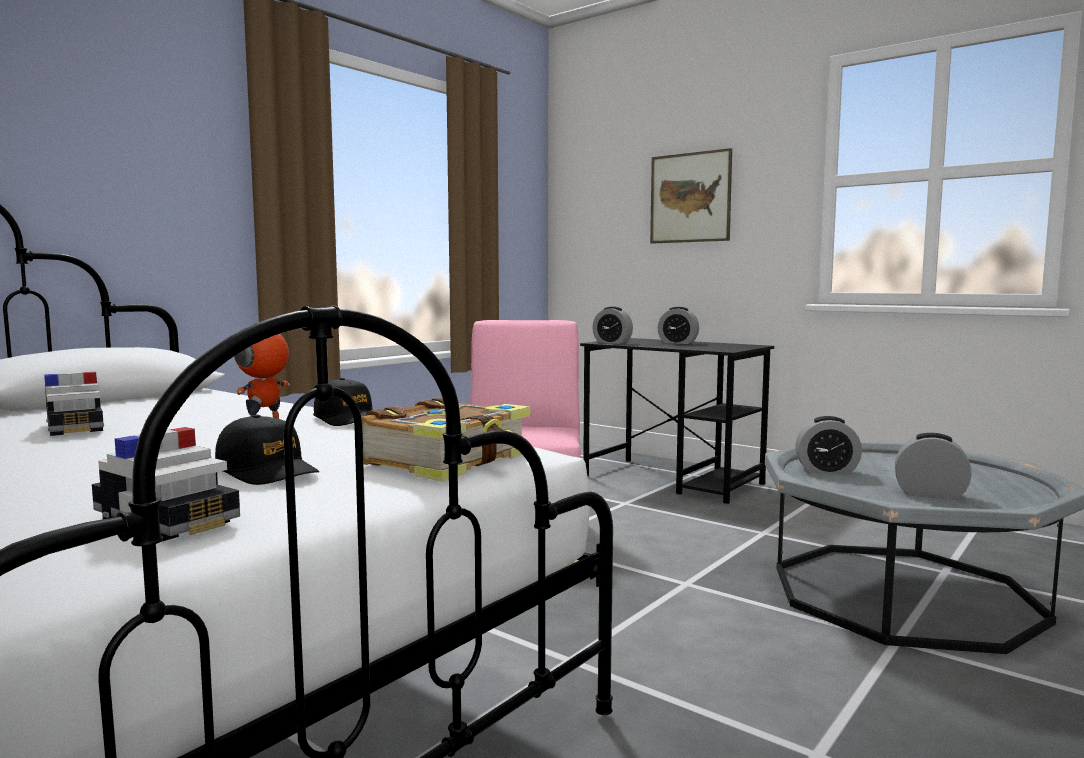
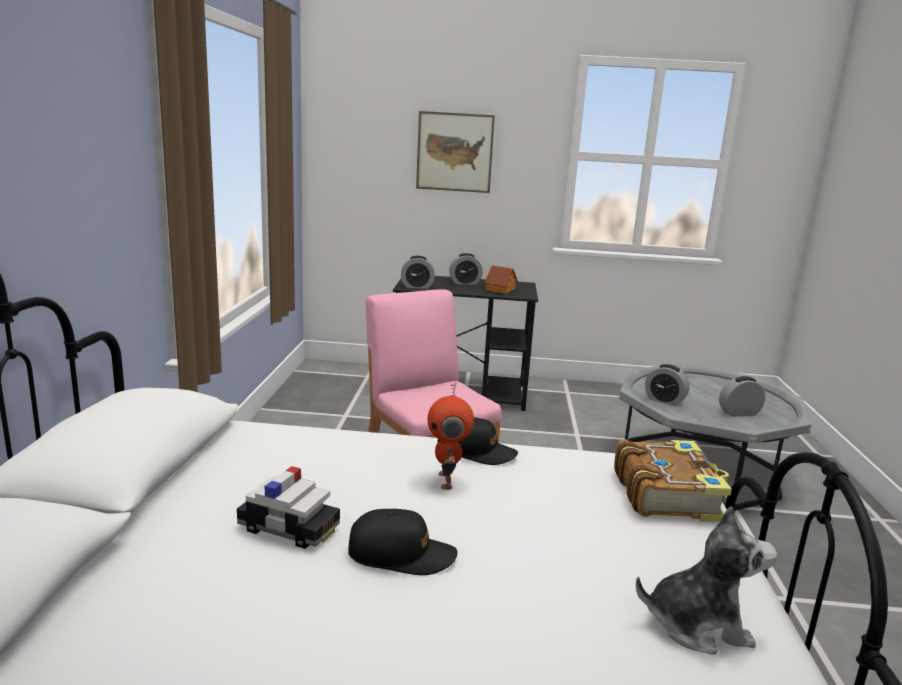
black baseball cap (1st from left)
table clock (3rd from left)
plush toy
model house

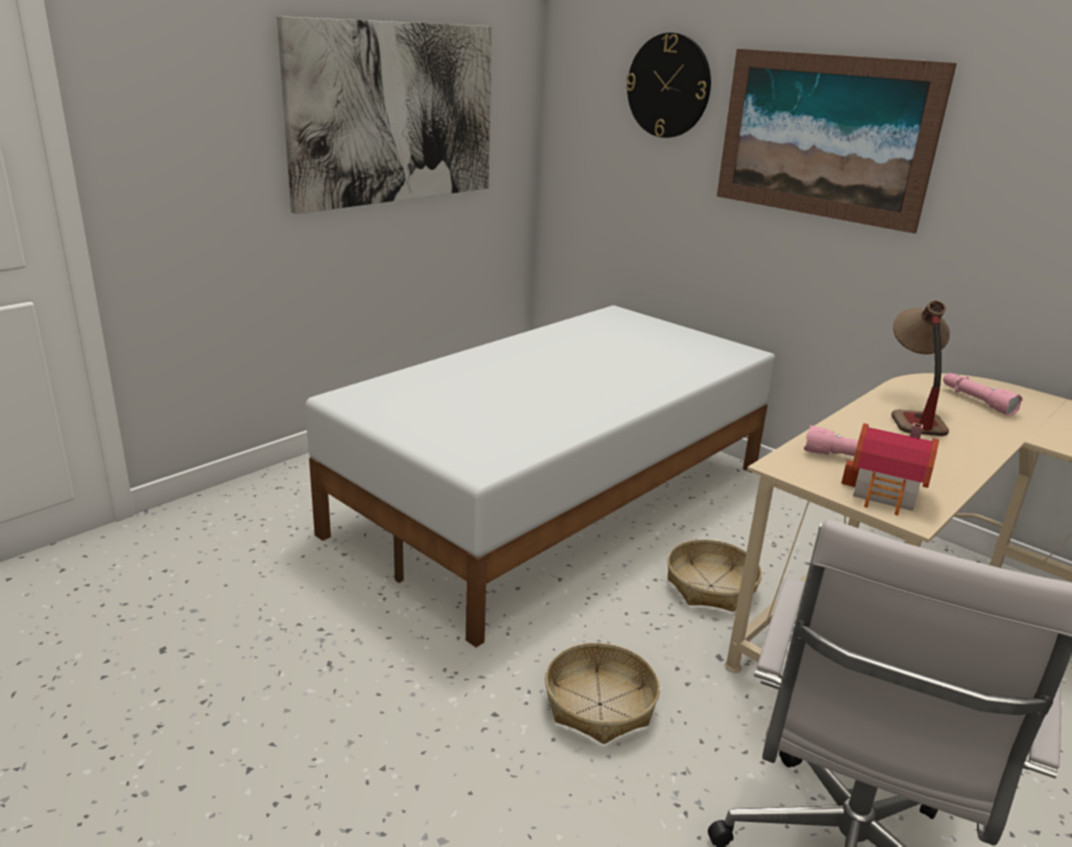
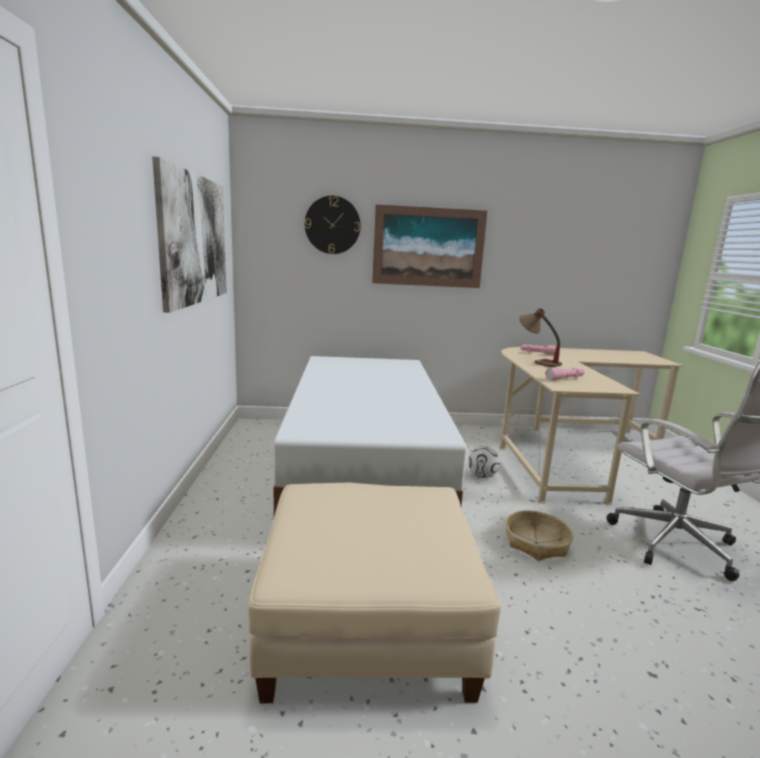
model house
football ball
beige ottoman

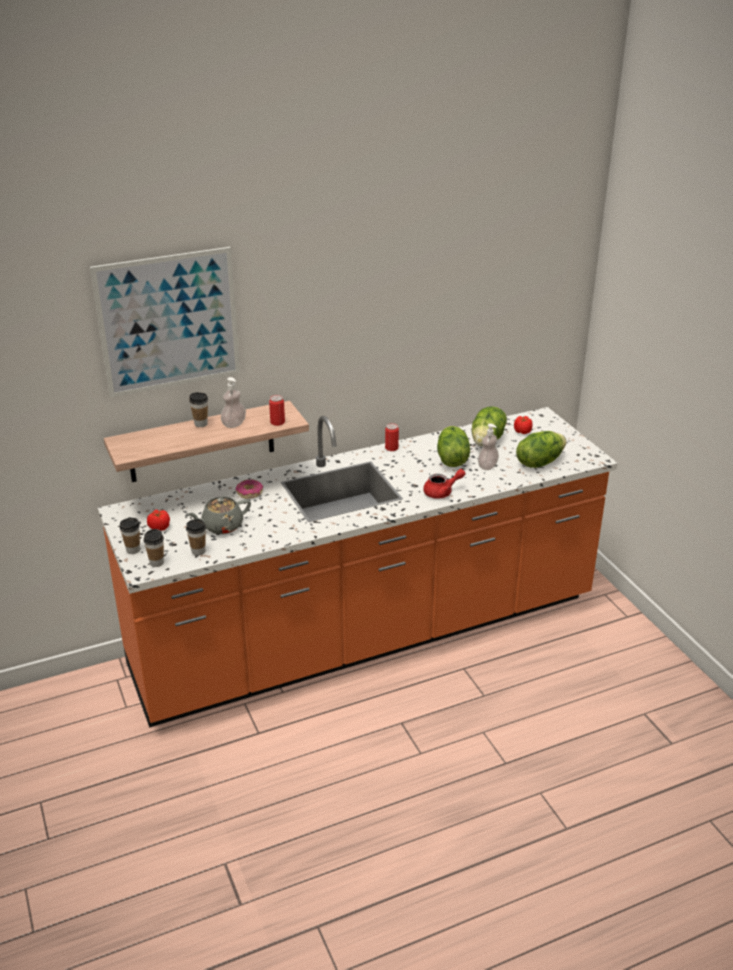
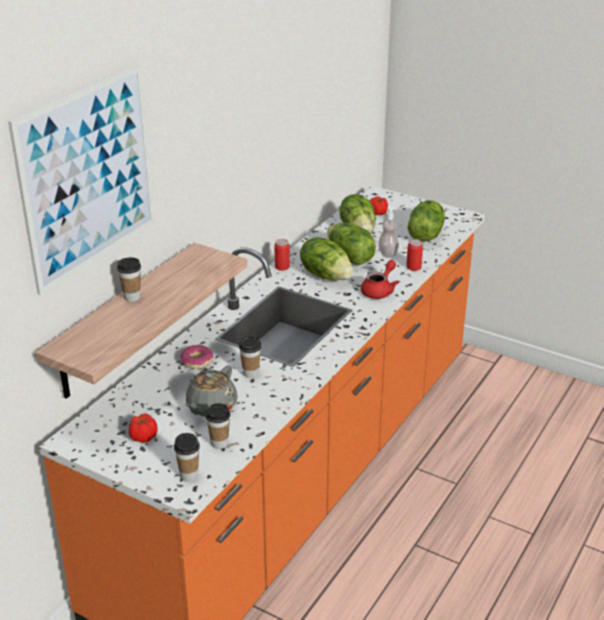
soap bottle (1st from left in the first image)
can (2nd from left)
small cup (4th from left)
lettuce head (1st from left)

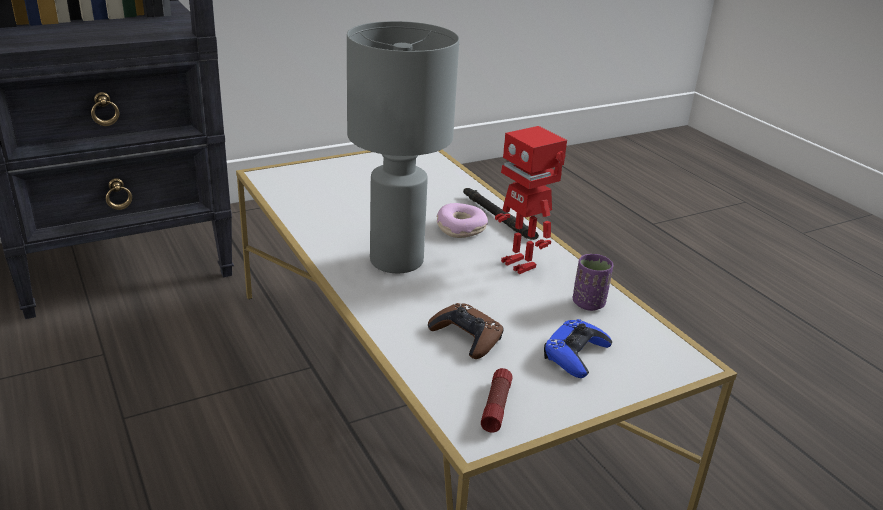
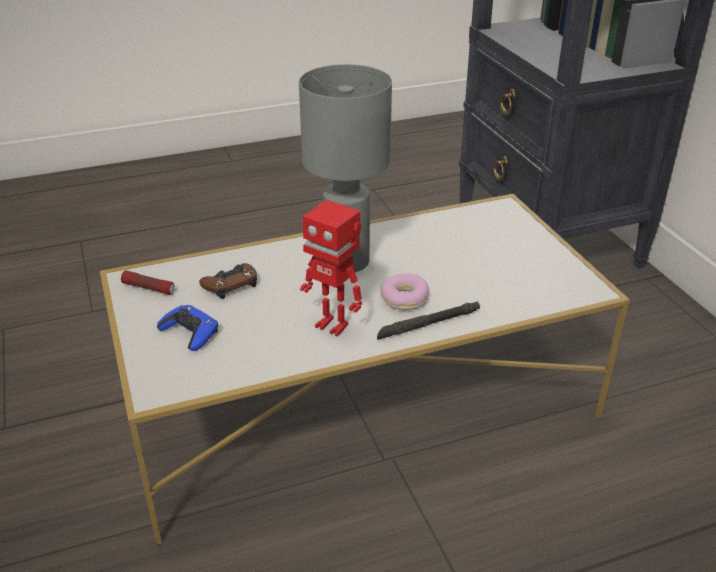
toy robot
purple small cup

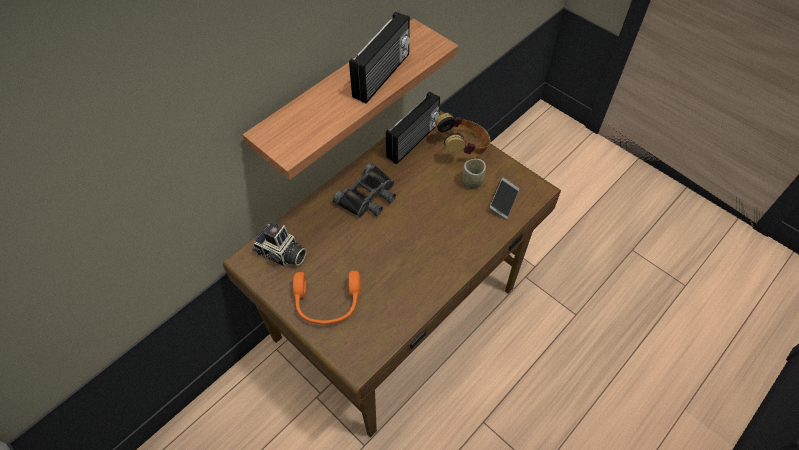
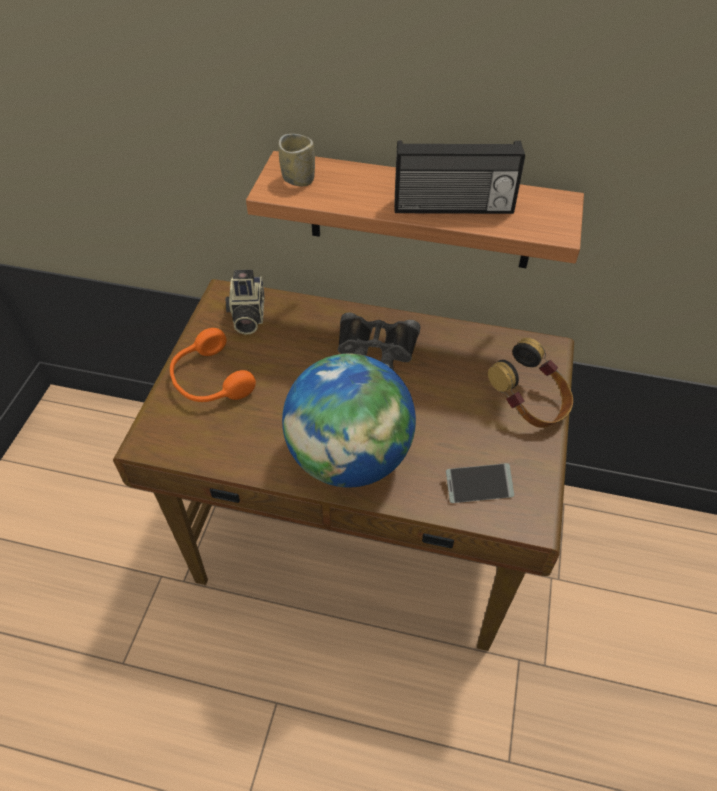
radio receiver (2nd from left in the first image)
small cup
world globe

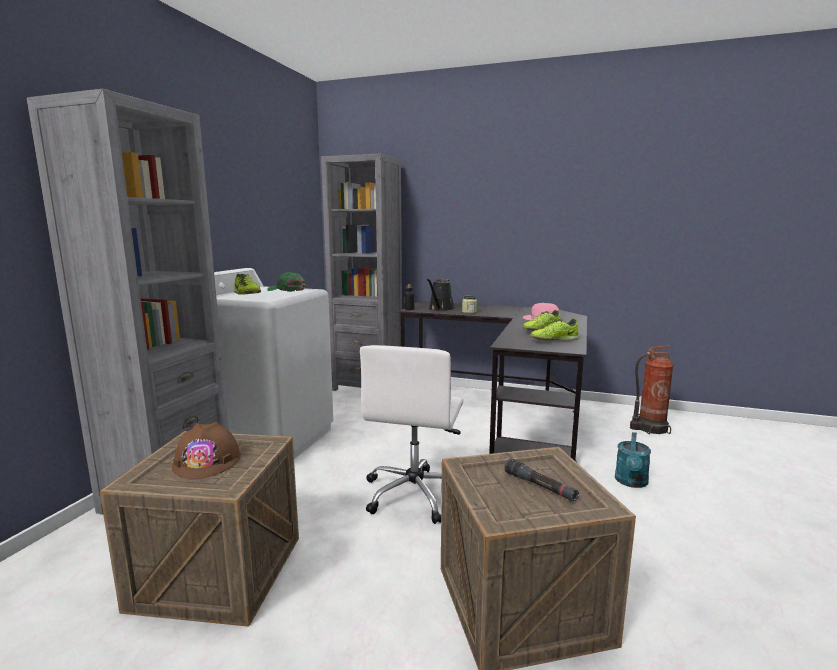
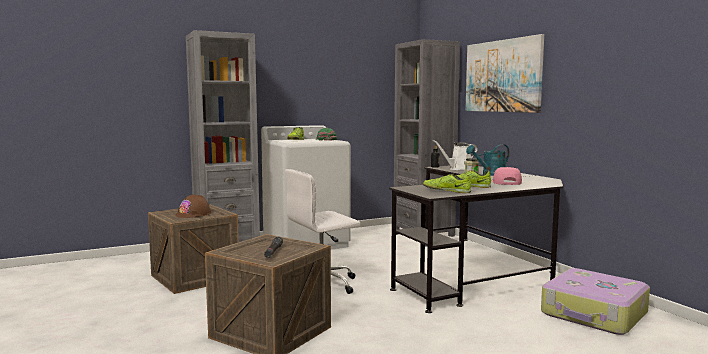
white sprinkling can
travel case
turquoise sprinkling can
picture

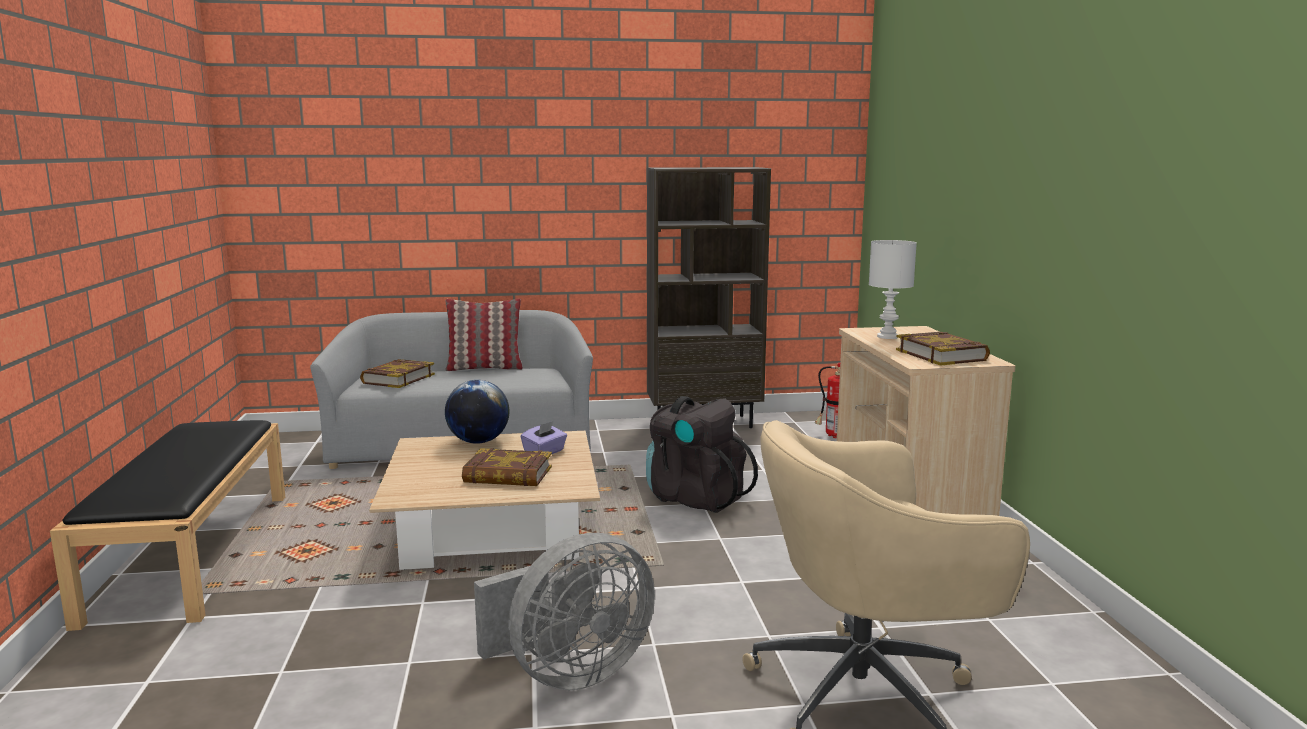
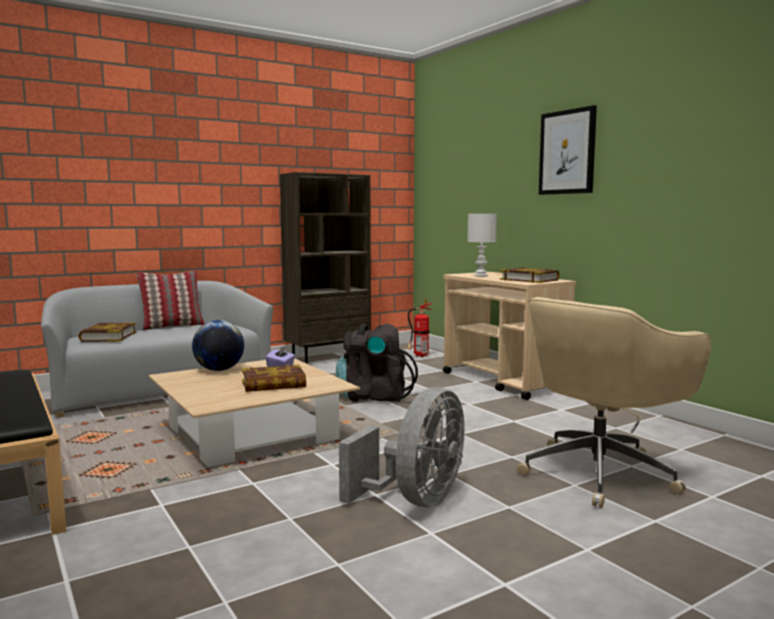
picture

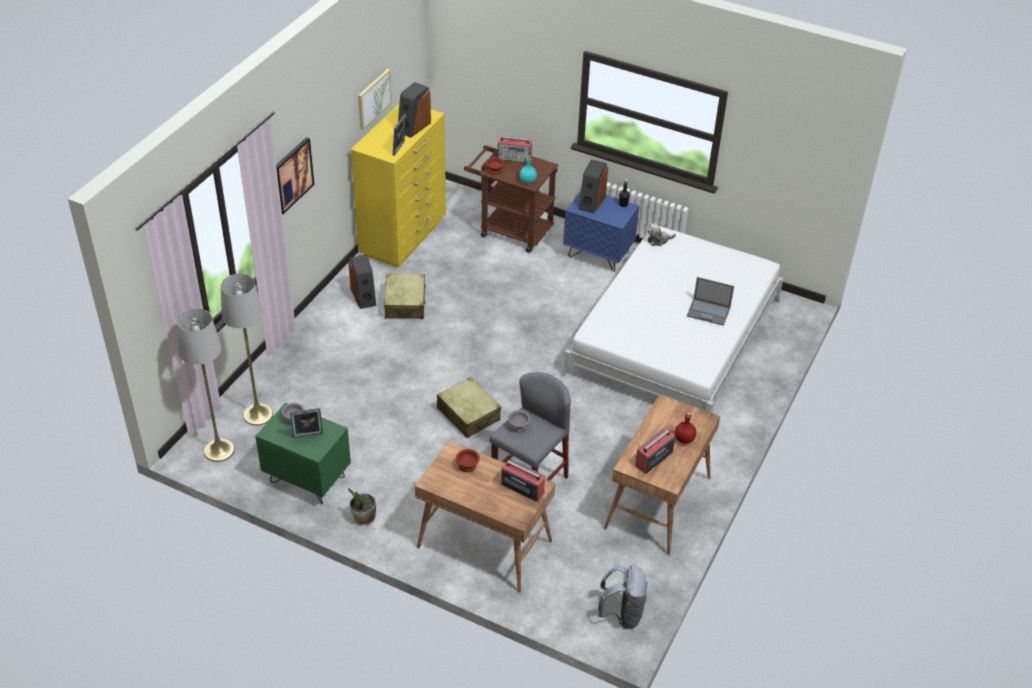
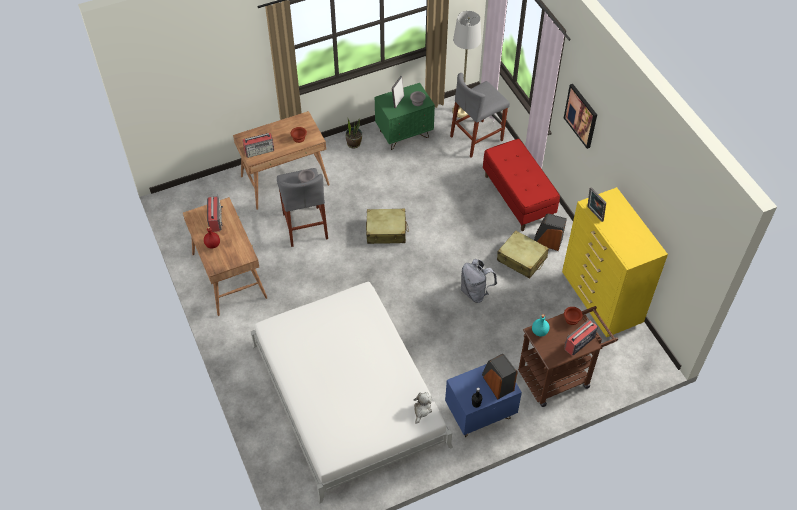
picture (2nd from left in the first image)
speaker (2nd from left in the first image)
grey stool seat (2nd from left)
laptop
grey knapsack
red long seat

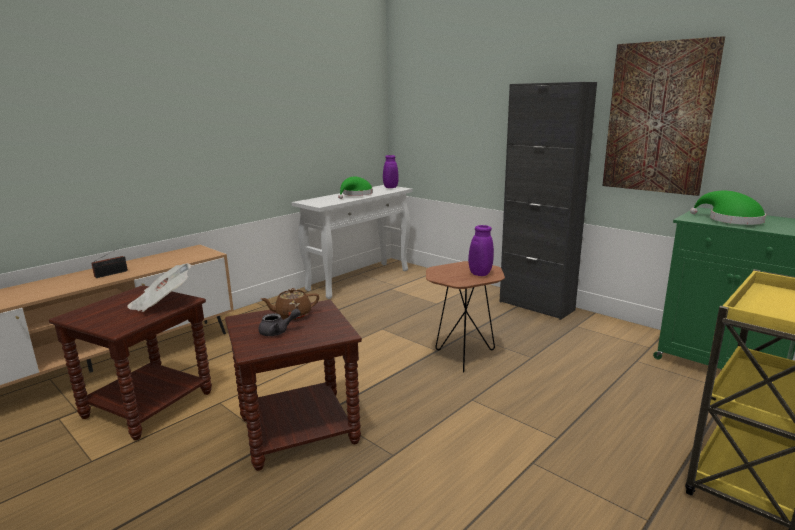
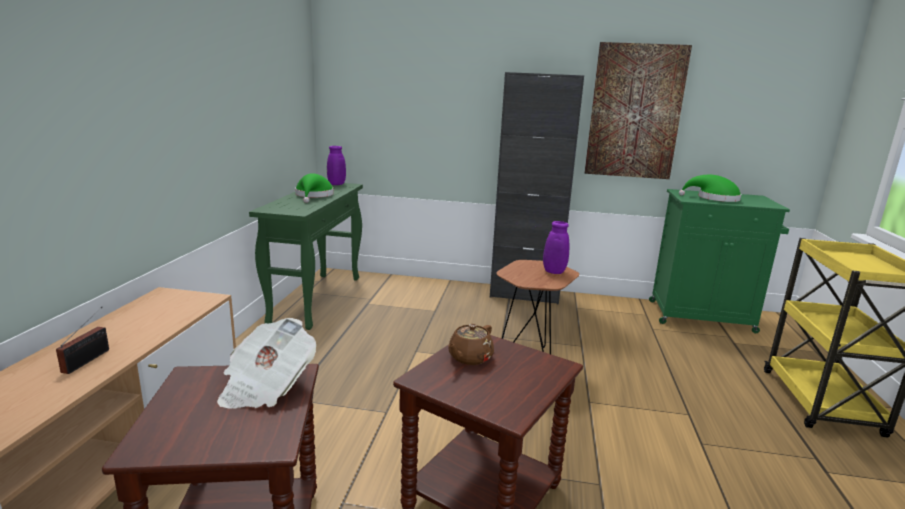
greenish console table
grey tea pot

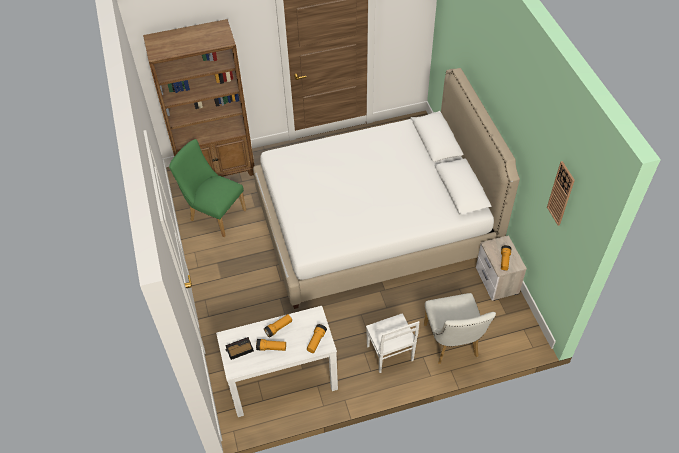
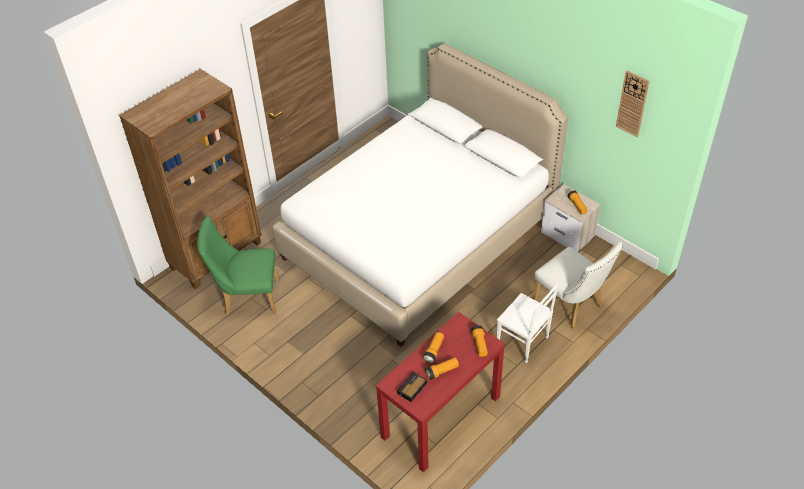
red console table

